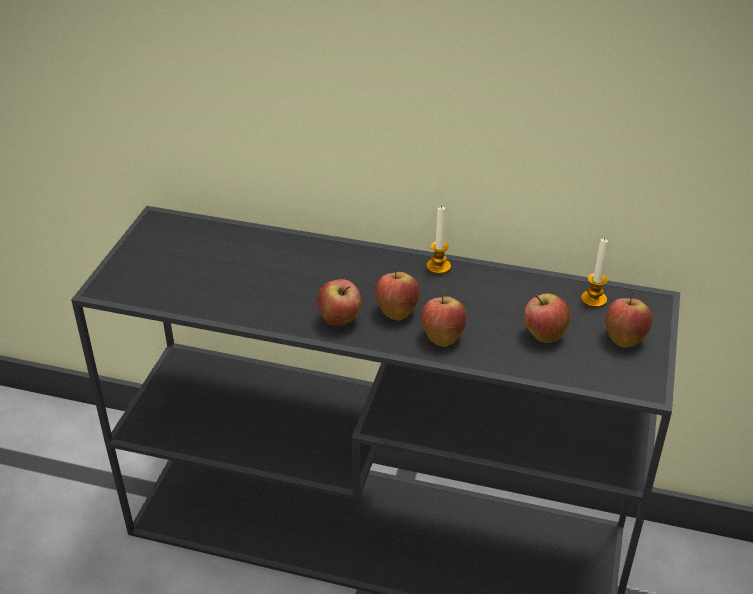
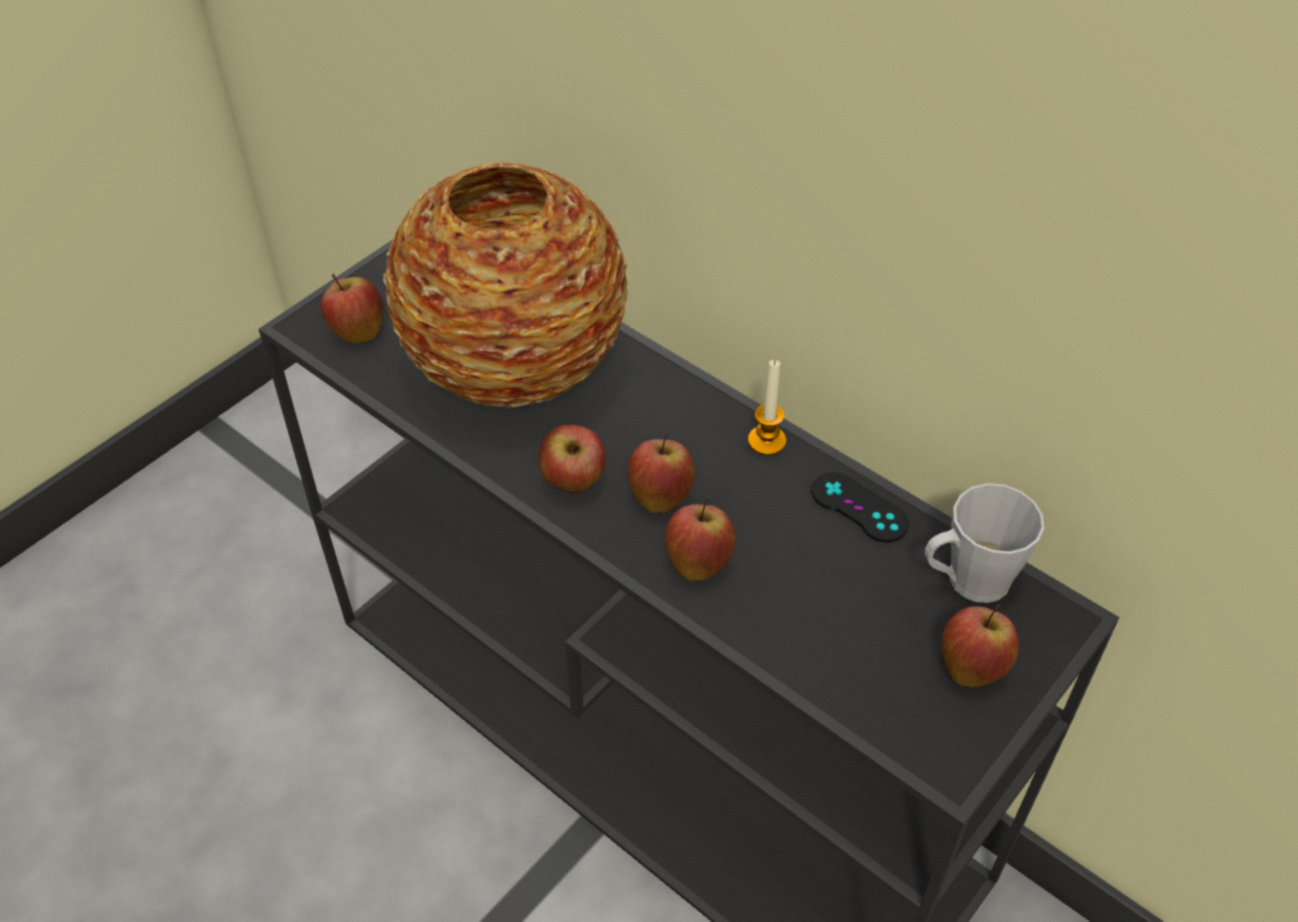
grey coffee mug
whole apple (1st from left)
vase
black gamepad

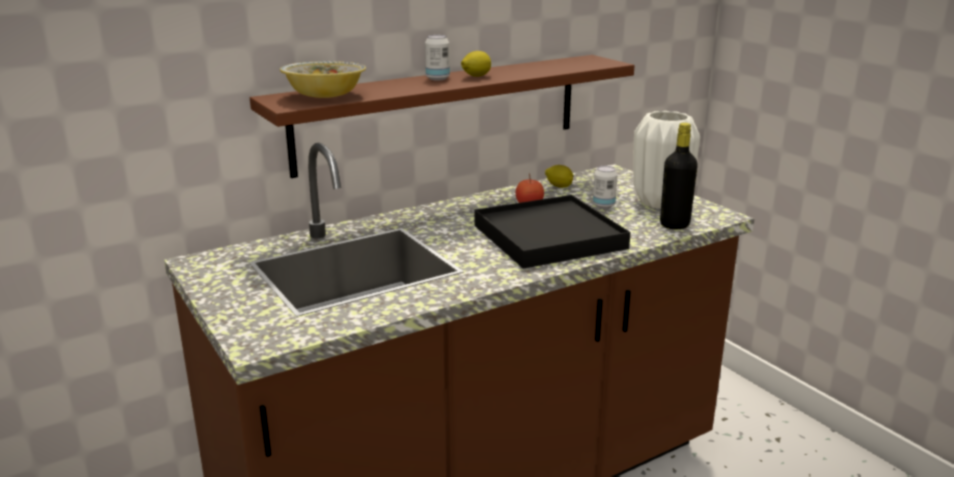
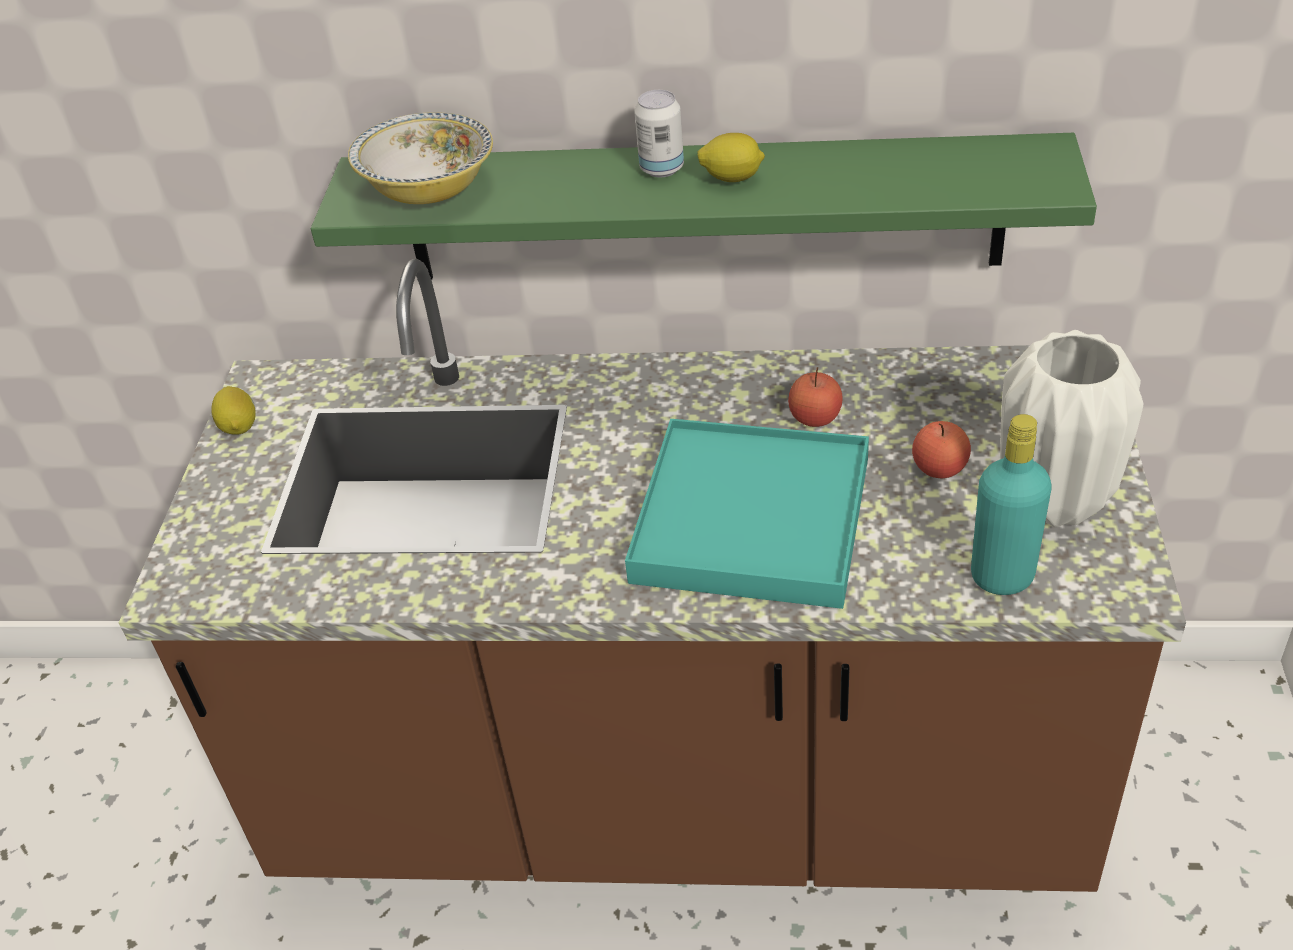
greenish bracket shelf
turquoise bottle
whole lemon (1st from left)
whole apple (2nd from left)
turquoise serving tray

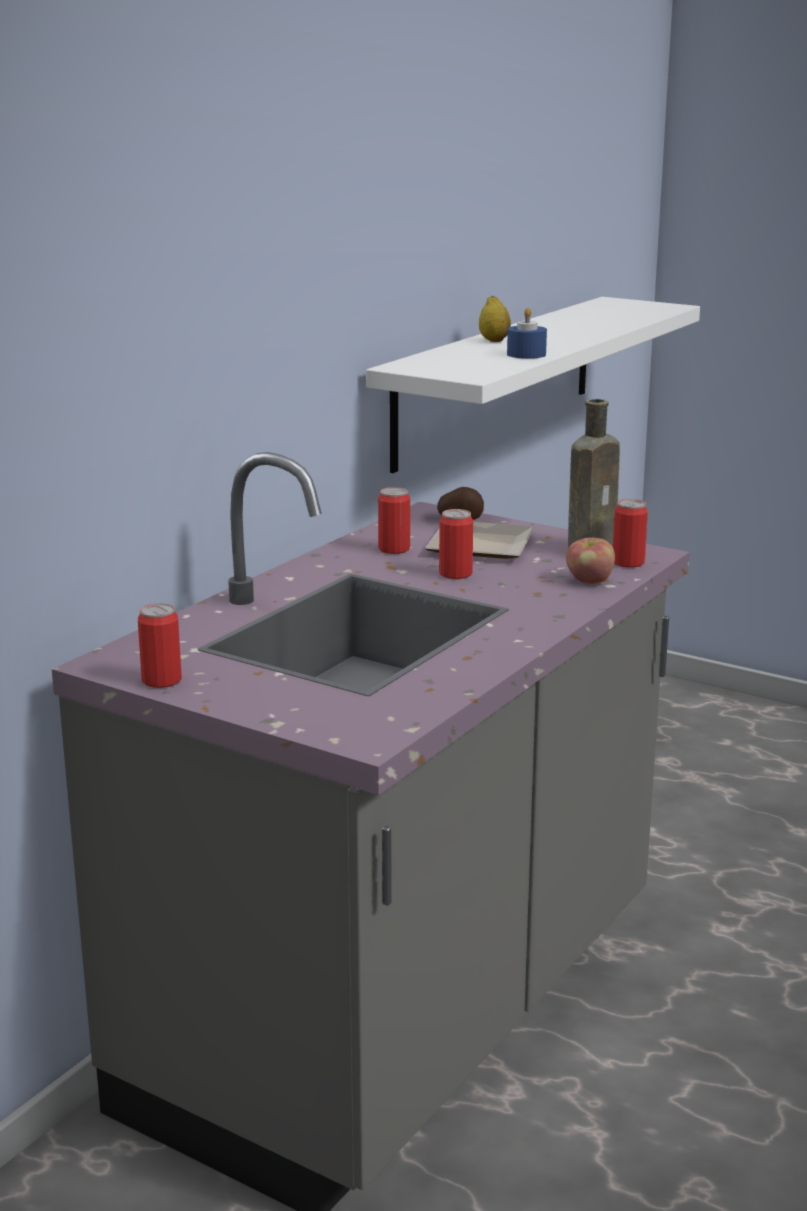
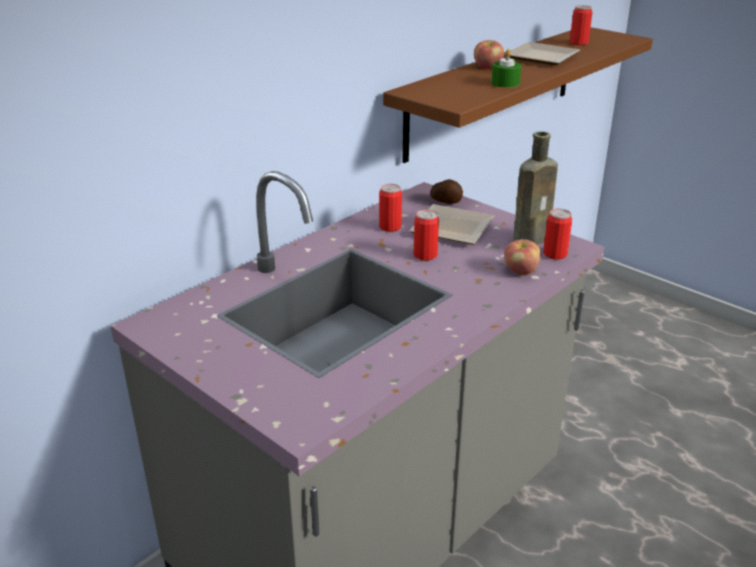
whole apple (1st from left)
brown-coloured bracket shelf
greenish wax candle
can (4th from left)
plate (2nd from left)

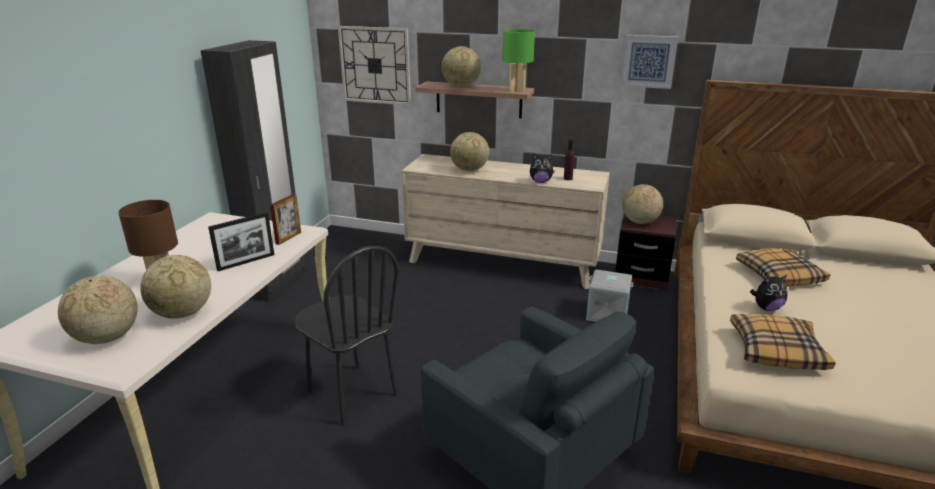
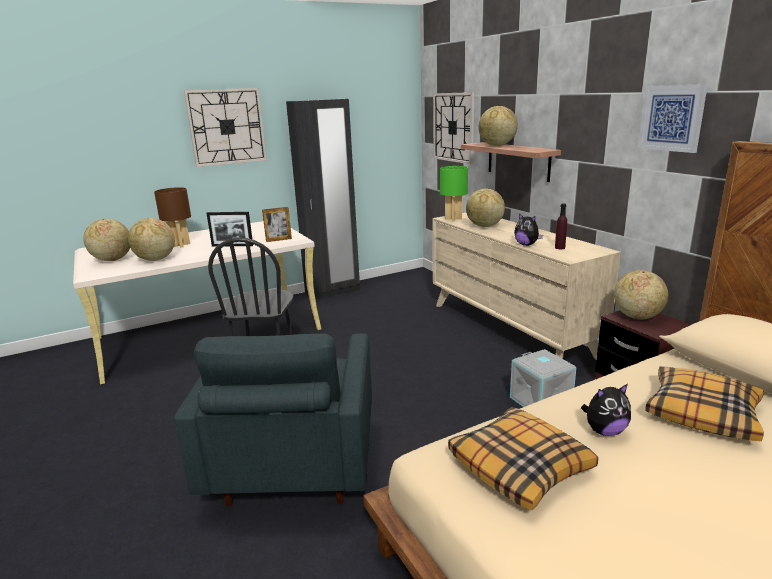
greenish lamp for a table
plush toy (2nd from left)
clock on the wall (1st from left)

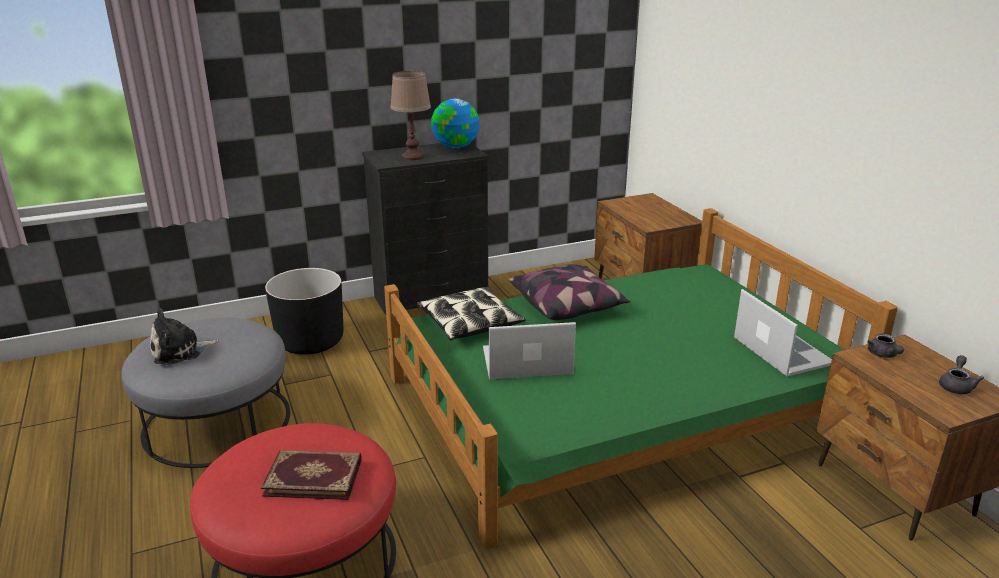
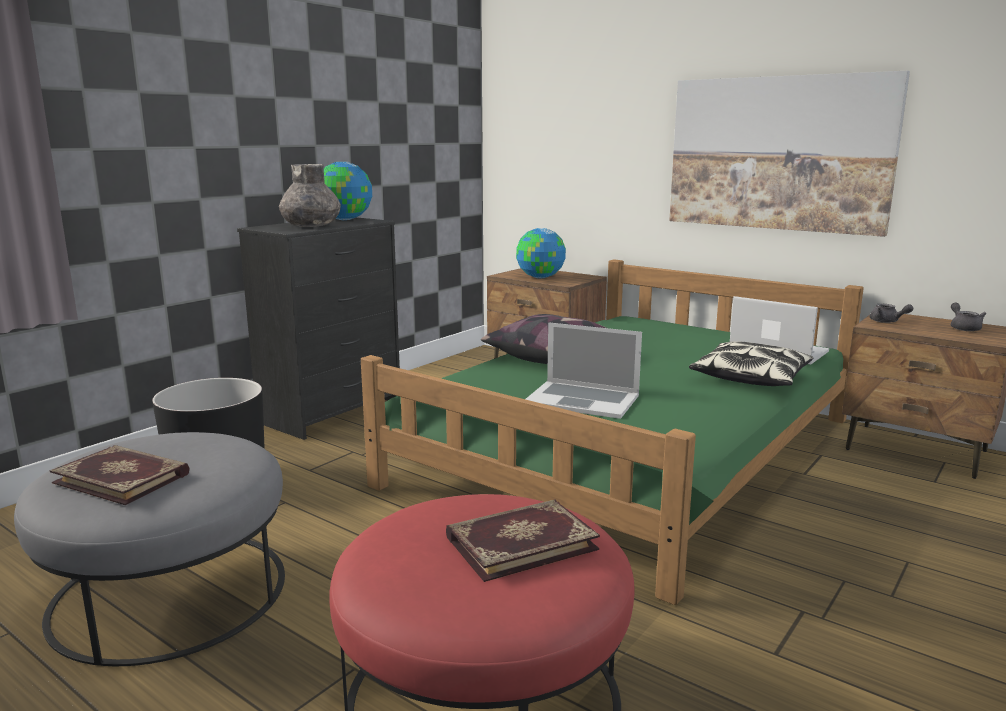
grey vase
pillow (2nd from left)
book (1st from left)
laptop (1st from left)
picture
world globe (2nd from left)

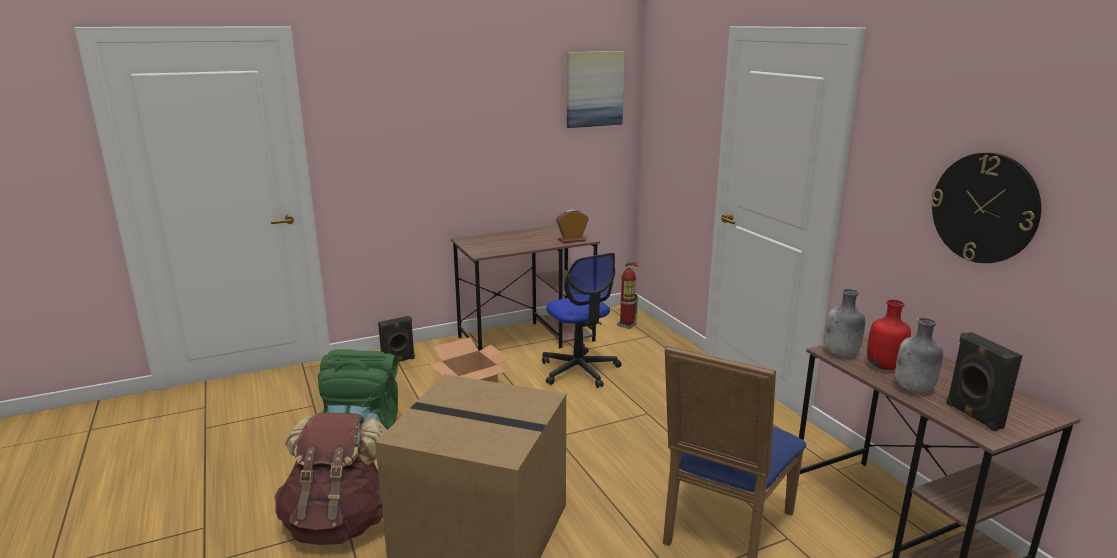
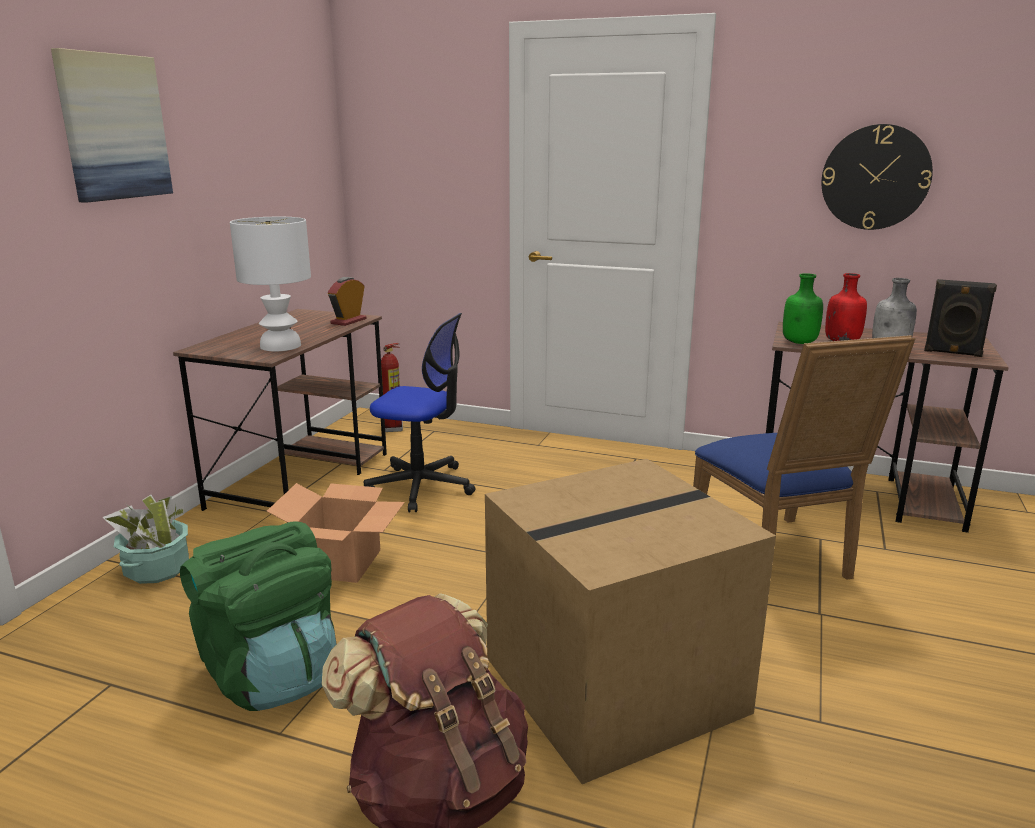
picture
greenish bottle
potted plant
white lamp for a table

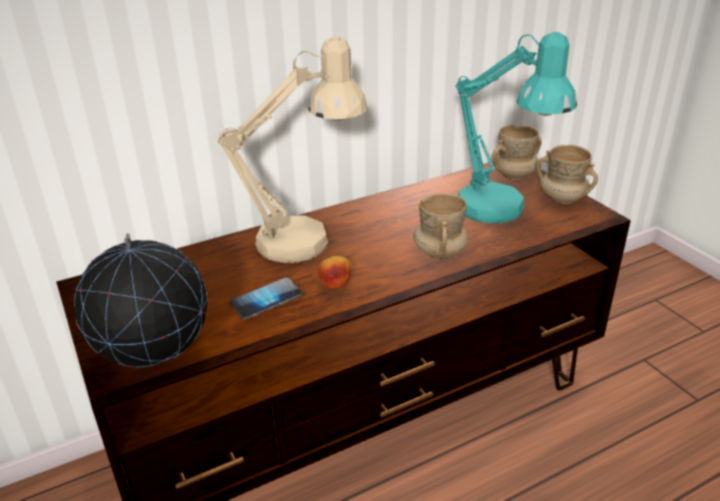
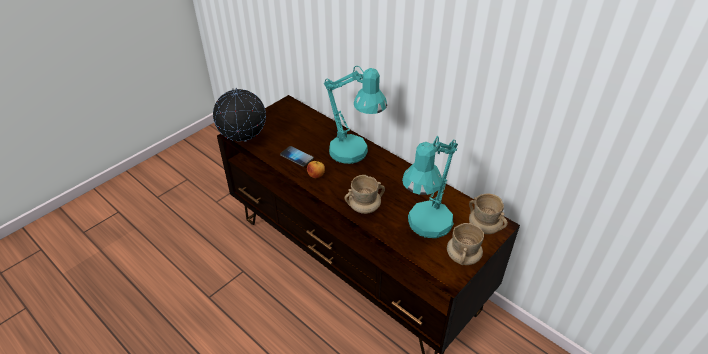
turquoise lamp for a table (1st from left)

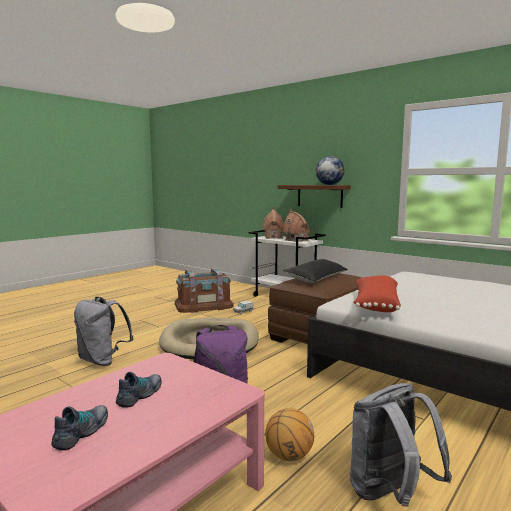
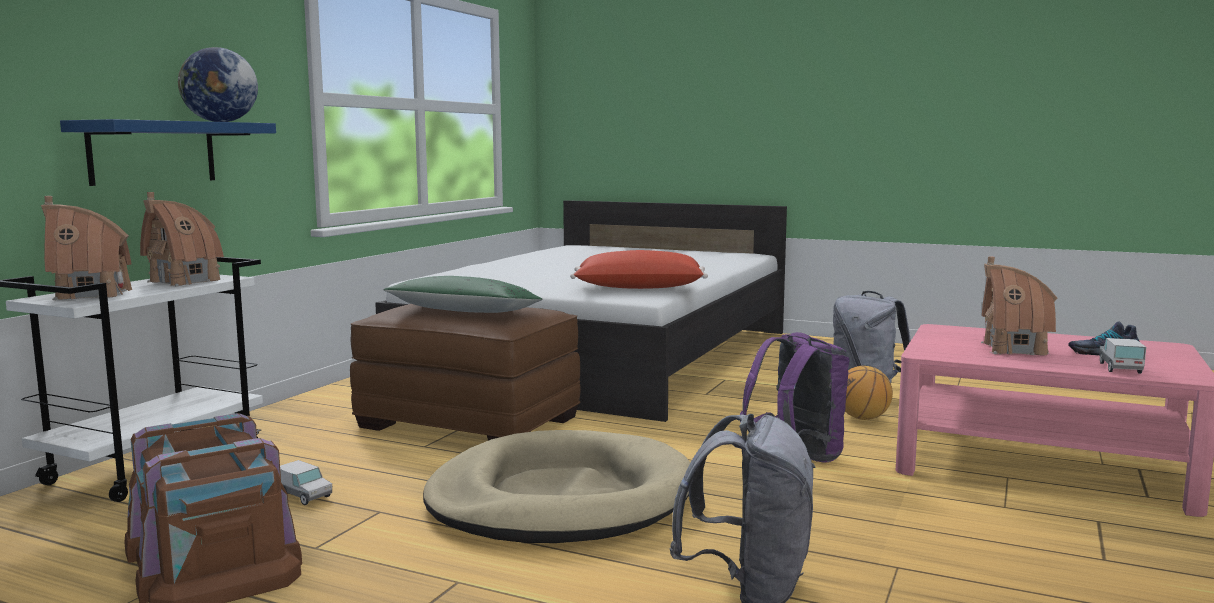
blue bracket shelf
greenish pillow
model house (3rd from left)
model truck (2nd from left)

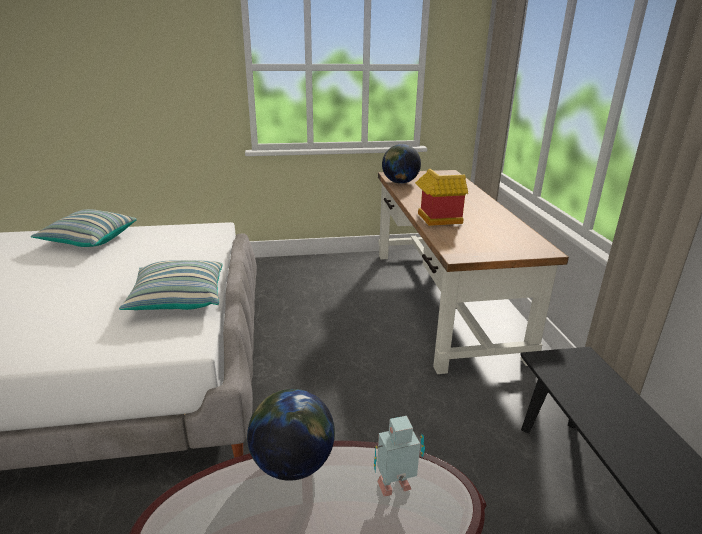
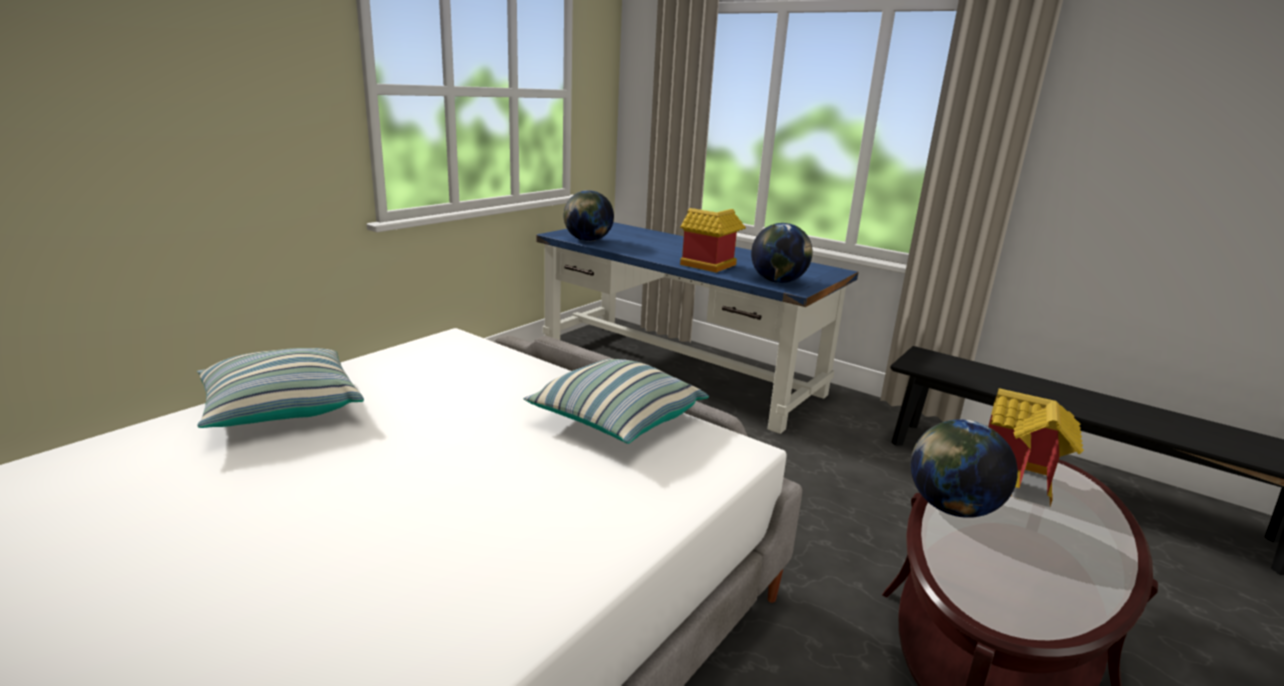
blue desk unit
model house (2nd from left)
world globe (2nd from left)

